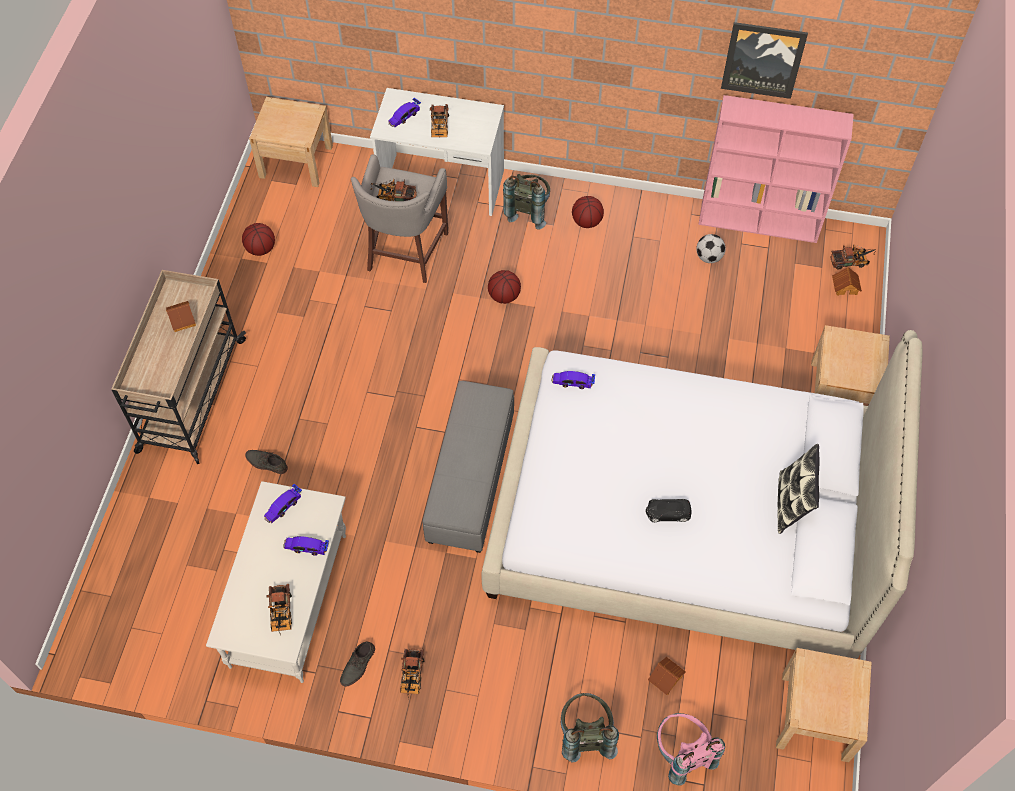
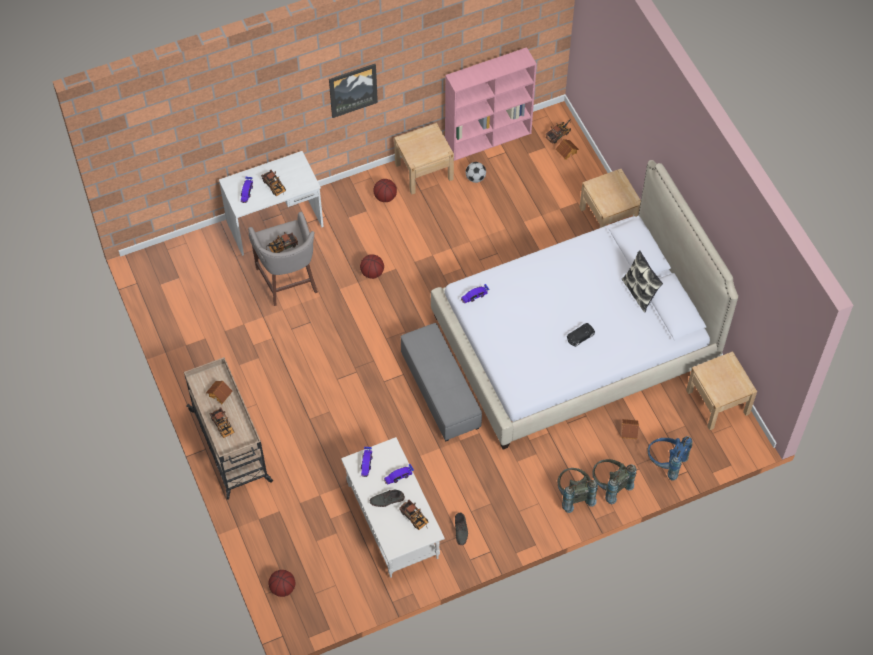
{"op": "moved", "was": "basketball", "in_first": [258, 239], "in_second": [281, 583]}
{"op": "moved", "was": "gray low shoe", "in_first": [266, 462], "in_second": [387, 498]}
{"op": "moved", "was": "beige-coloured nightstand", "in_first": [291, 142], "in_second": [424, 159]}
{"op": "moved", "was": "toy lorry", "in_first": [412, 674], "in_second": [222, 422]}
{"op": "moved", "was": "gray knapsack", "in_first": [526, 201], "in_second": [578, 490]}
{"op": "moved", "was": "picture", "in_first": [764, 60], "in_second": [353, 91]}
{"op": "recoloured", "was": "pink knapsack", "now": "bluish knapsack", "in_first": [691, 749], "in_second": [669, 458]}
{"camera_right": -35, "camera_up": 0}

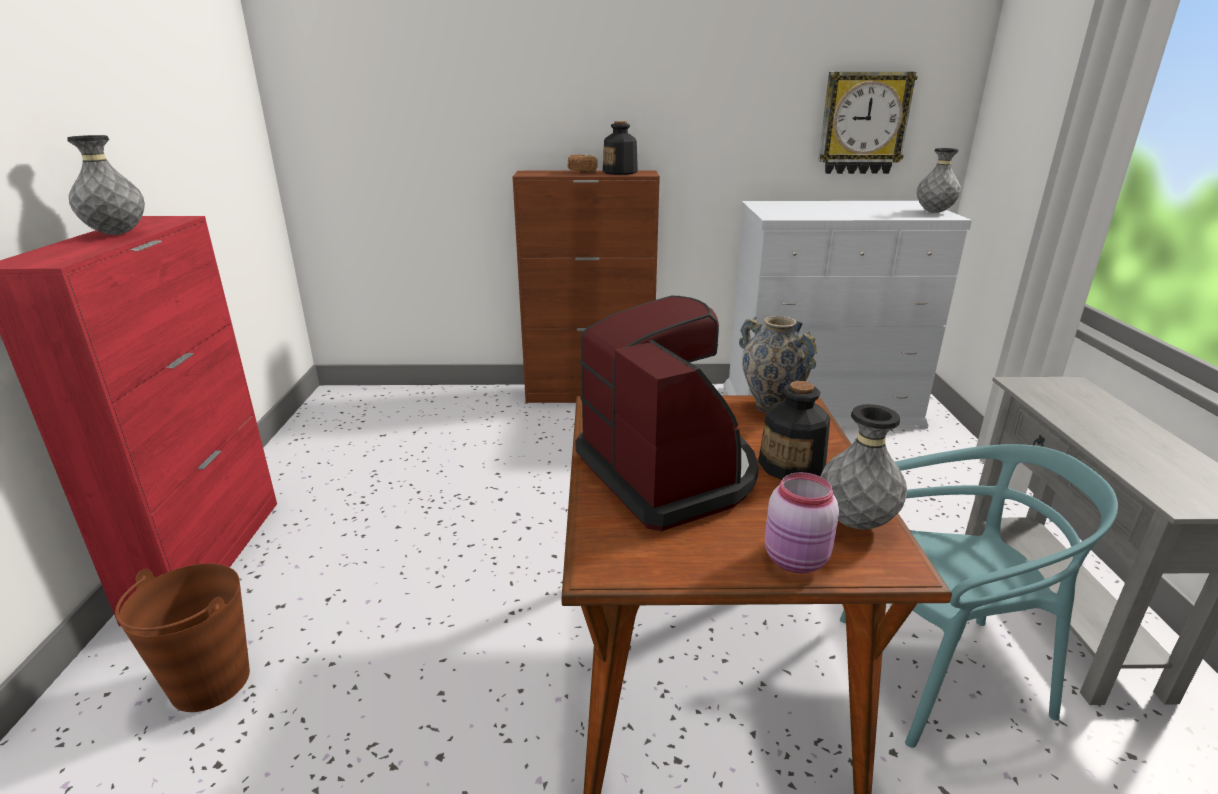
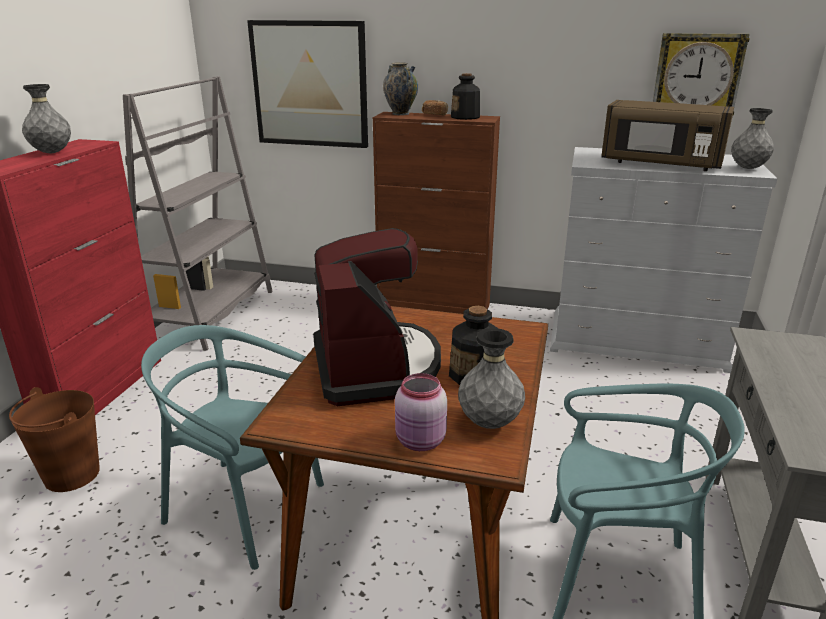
{"op": "added", "now": "gray bookshelf", "in_second": [198, 213]}
{"op": "added", "now": "blue-green plain chair", "in_second": [232, 447]}
{"op": "added", "now": "picture", "in_second": [307, 84]}
{"op": "added", "now": "brown-coloured kitchen microwave", "in_second": [668, 135]}
{"op": "moved", "was": "decorative vase", "in_first": [778, 364], "in_second": [400, 88]}
{"camera_right": 15, "camera_up": 0}

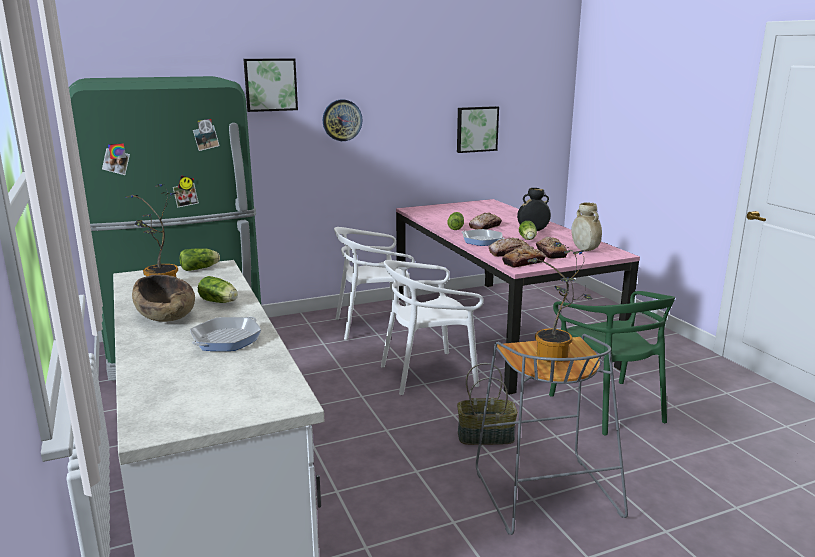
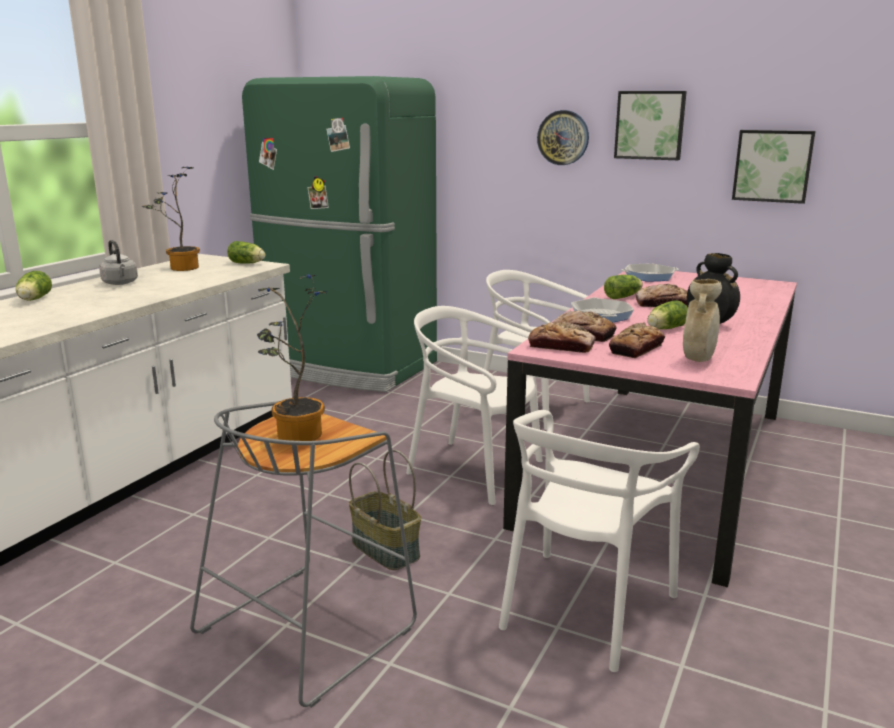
{"op": "moved", "was": "frying pan", "in_first": [225, 334], "in_second": [650, 272]}
{"op": "moved", "was": "lettuce head", "in_first": [218, 289], "in_second": [34, 286]}
{"op": "moved", "was": "picture", "in_first": [270, 85], "in_second": [650, 125]}
{"op": "replaced", "was": "brown-coloured deep dish", "now": "gray tea kettle", "in_first": [163, 298], "in_second": [118, 262]}
{"op": "recoloured", "was": "greenish plain chair", "now": "whitish plain chair", "in_first": [612, 363], "in_second": [599, 541]}
{"camera_right": 50, "camera_up": 0}

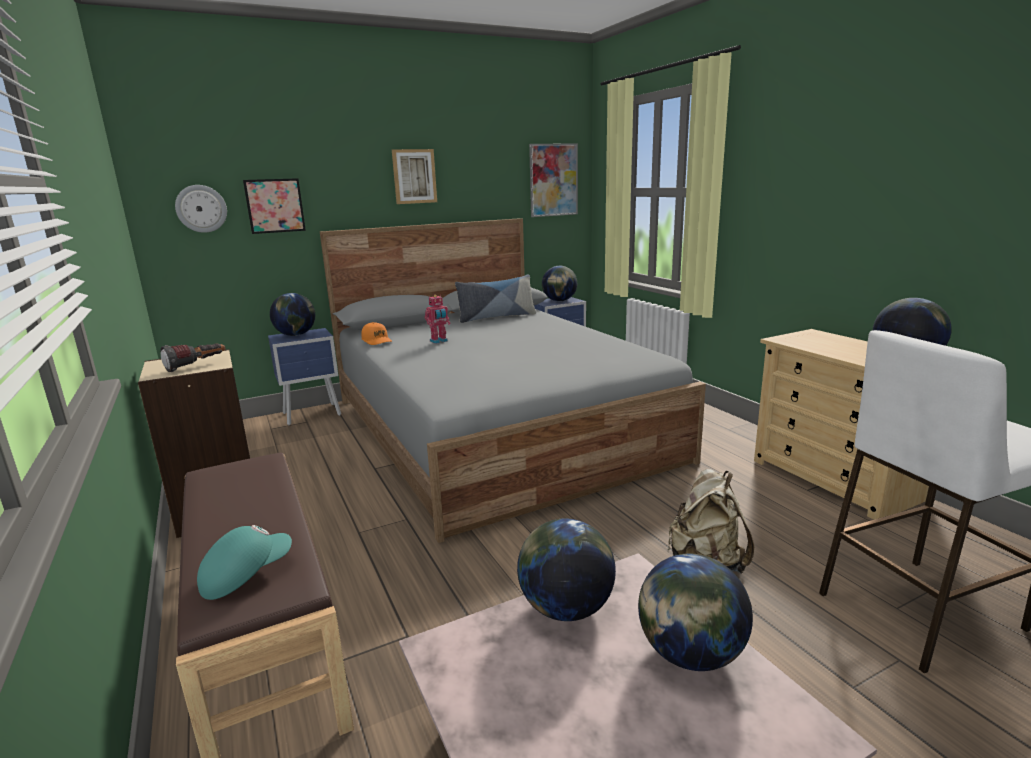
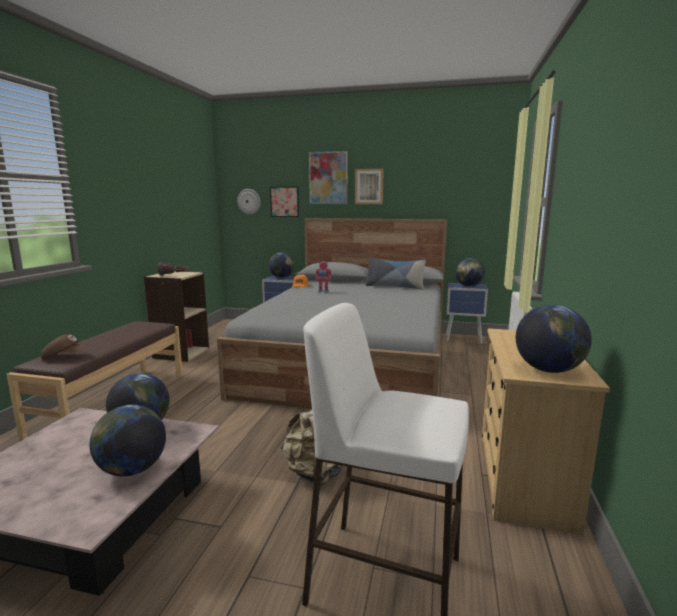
{"op": "moved", "was": "picture", "in_first": [553, 180], "in_second": [328, 177]}
{"op": "recoloured", "was": "blue-green baseball cap", "now": "brown-coloured baseball cap", "in_first": [244, 562], "in_second": [64, 346]}
{"camera_right": 40, "camera_up": -5}

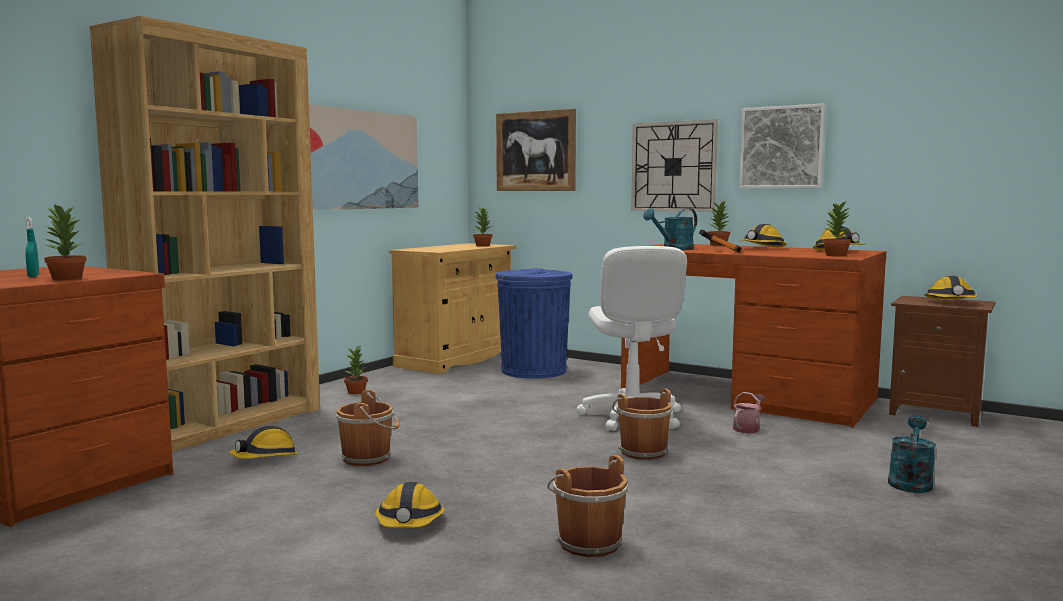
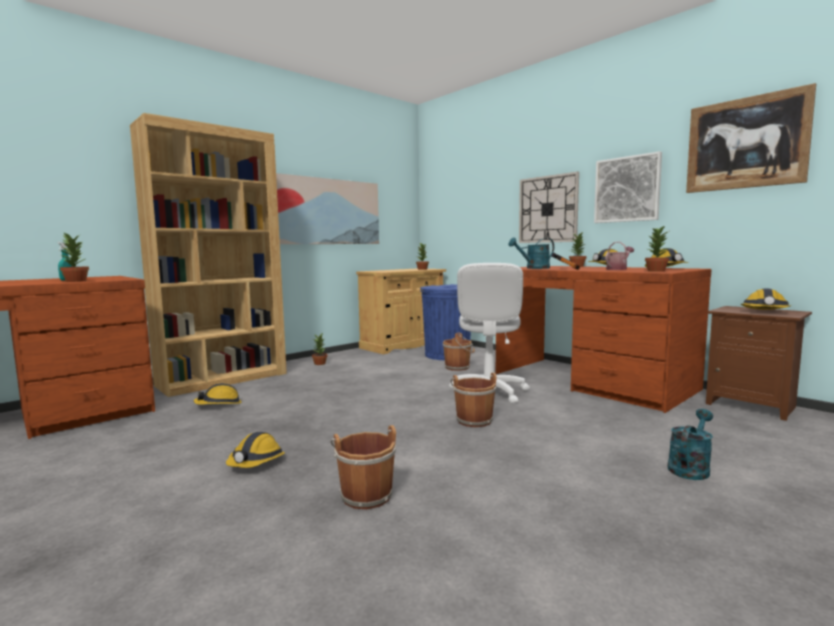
{"op": "moved", "was": "brown-coloured bucket", "in_first": [368, 428], "in_second": [459, 352]}
{"op": "moved", "was": "picture", "in_first": [536, 150], "in_second": [751, 138]}
{"op": "moved", "was": "watering pot", "in_first": [749, 412], "in_second": [619, 256]}
{"camera_right": 15, "camera_up": 0}

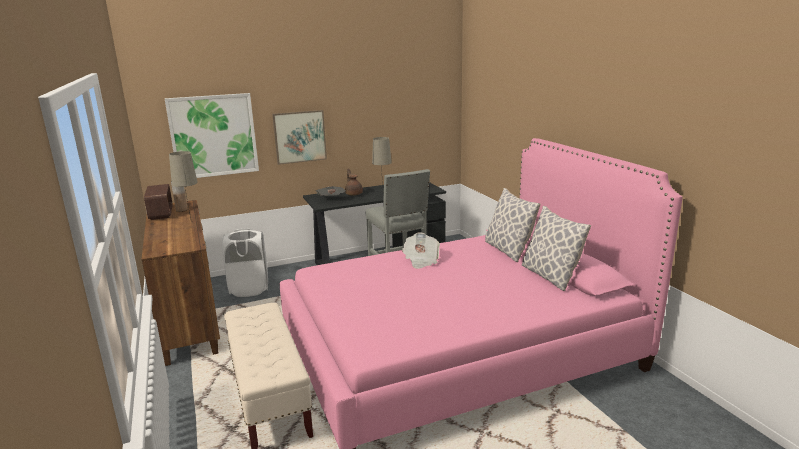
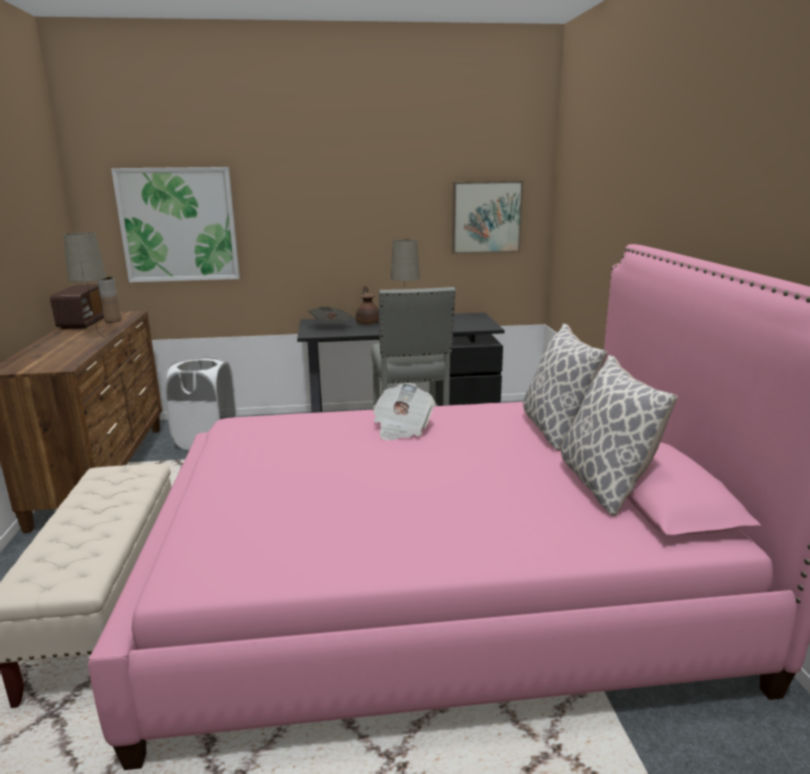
{"op": "moved", "was": "picture", "in_first": [299, 137], "in_second": [487, 217]}
{"camera_right": 15, "camera_up": 0}

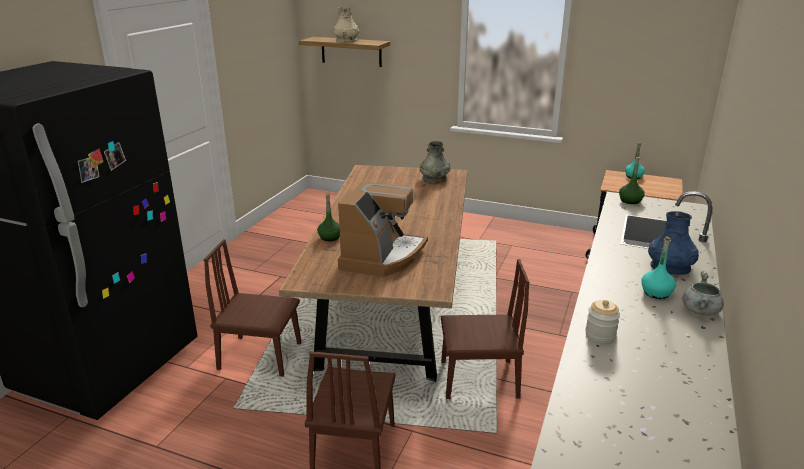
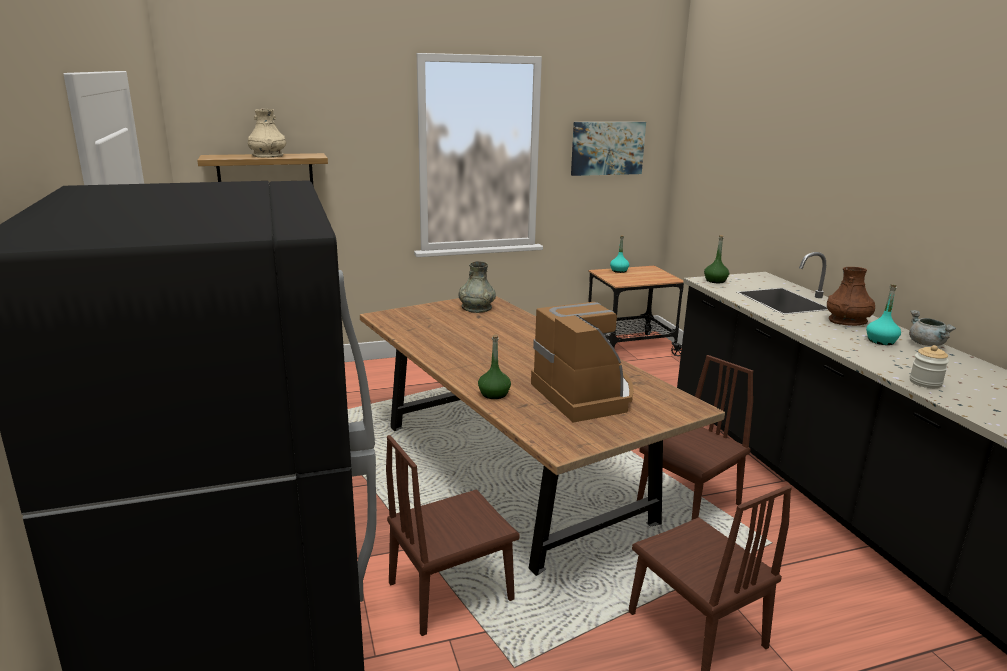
{"op": "added", "now": "picture", "in_second": [608, 149]}
{"op": "recoloured", "was": "bluish decorative vase", "now": "brown-coloured decorative vase", "in_first": [673, 243], "in_second": [851, 296]}
{"camera_right": -40, "camera_up": -5}

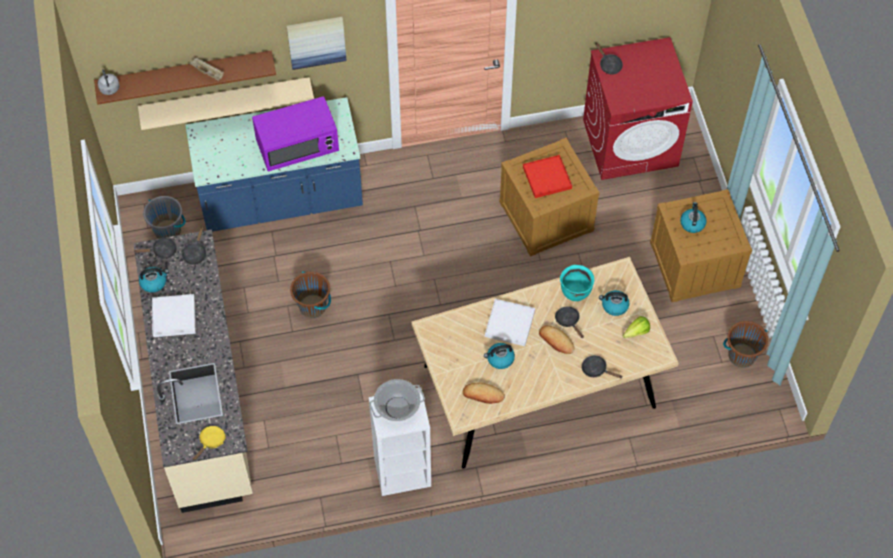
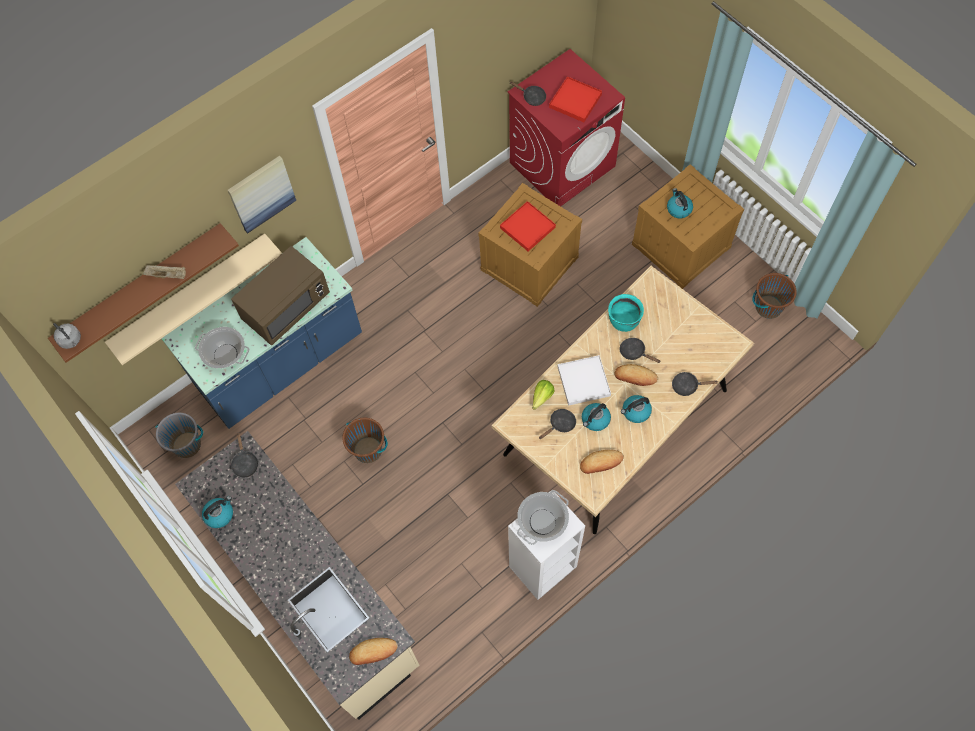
{"op": "removed", "was": "whitish serving tray", "in_first": [174, 315]}
{"op": "added", "now": "saucepot", "in_second": [222, 347]}
{"op": "added", "now": "red serving tray", "in_second": [575, 99]}
{"op": "moved", "was": "black frying pan", "in_first": [155, 248], "in_second": [557, 424]}
{"op": "moved", "was": "tea kettle", "in_first": [614, 303], "in_second": [636, 409]}
{"op": "moved", "was": "lettuce head", "in_first": [636, 327], "in_second": [543, 395]}
{"op": "replaced", "was": "yellowish frying pan", "now": "bakery bread", "in_first": [209, 443], "in_second": [373, 651]}
{"op": "recoloured", "was": "purple kitchen microwave", "now": "brown-coloured kitchen microwave", "in_first": [295, 133], "in_second": [280, 295]}
{"camera_right": -25, "camera_up": 5}

